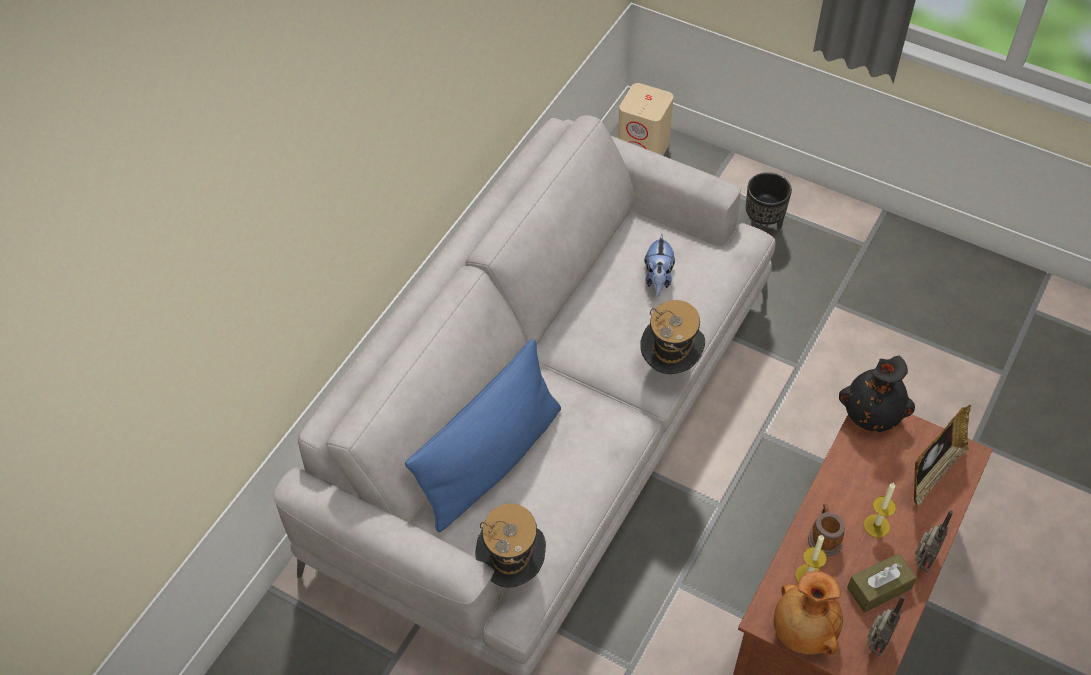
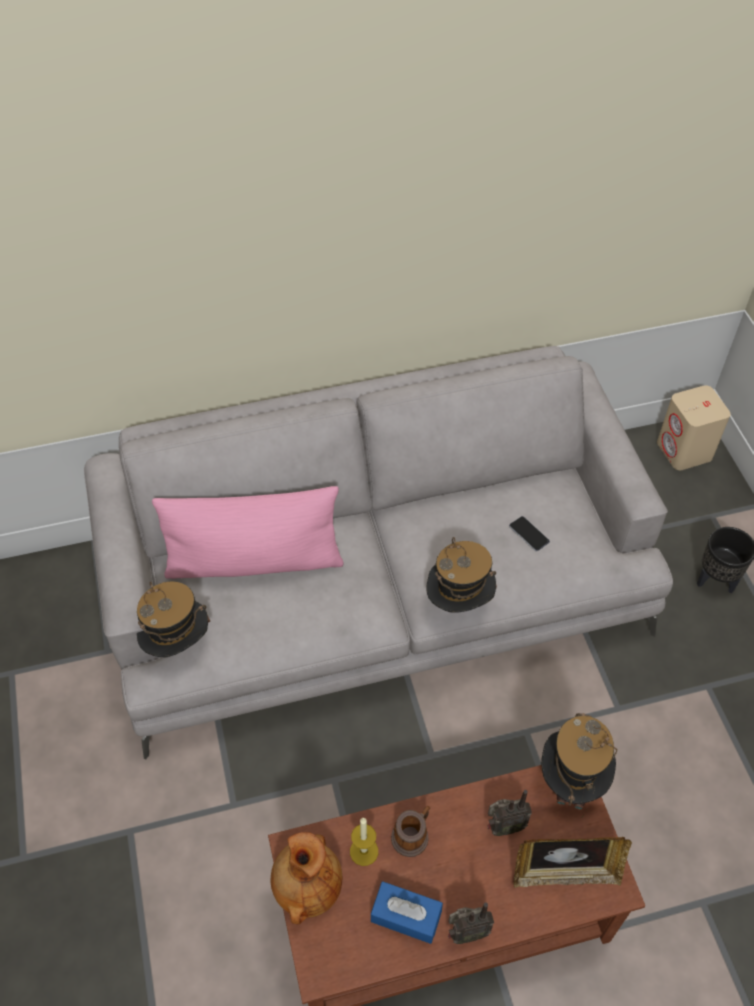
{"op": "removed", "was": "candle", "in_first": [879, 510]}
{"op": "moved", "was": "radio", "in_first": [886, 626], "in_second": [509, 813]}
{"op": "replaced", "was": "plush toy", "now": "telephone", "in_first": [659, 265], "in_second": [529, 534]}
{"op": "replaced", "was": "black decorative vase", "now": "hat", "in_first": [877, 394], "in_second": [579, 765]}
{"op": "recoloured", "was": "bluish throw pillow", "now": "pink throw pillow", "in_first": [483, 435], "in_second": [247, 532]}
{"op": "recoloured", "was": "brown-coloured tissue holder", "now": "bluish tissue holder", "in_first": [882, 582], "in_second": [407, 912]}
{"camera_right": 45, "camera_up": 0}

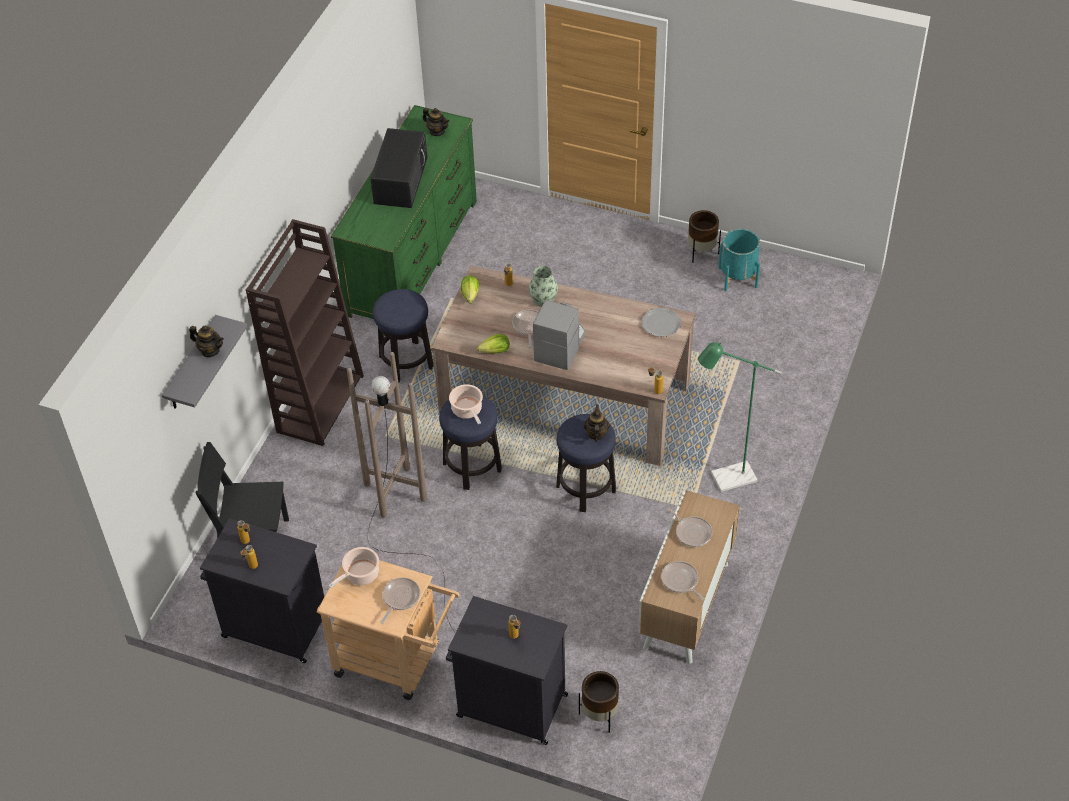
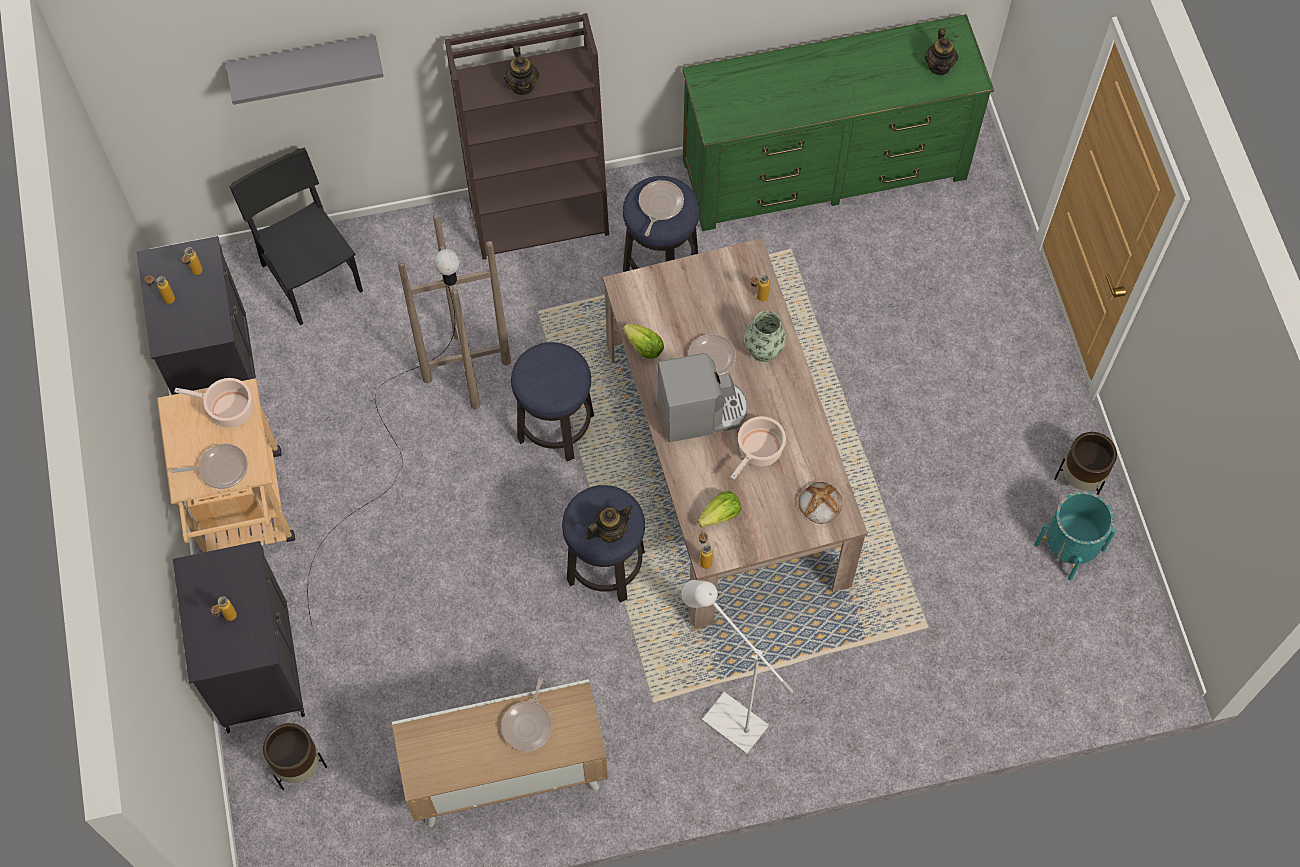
{"op": "removed", "was": "black kitchen microwave", "in_first": [398, 168]}
{"op": "moved", "was": "pot for tea", "in_first": [206, 341], "in_second": [521, 70]}
{"op": "moved", "was": "saucepot", "in_first": [466, 404], "in_second": [758, 448]}
{"op": "moved", "was": "lettuce head", "in_first": [470, 289], "in_second": [719, 509]}
{"op": "moved", "was": "frying pan", "in_first": [683, 581], "in_second": [661, 208]}
{"op": "replaced", "was": "flat dish", "now": "bakery bread", "in_first": [661, 322], "in_second": [820, 503]}
{"op": "recoloured", "was": "greenish floor lamp", "now": "whitish floor lamp", "in_first": [740, 417], "in_second": [737, 667]}
{"camera_right": 55, "camera_up": 15}

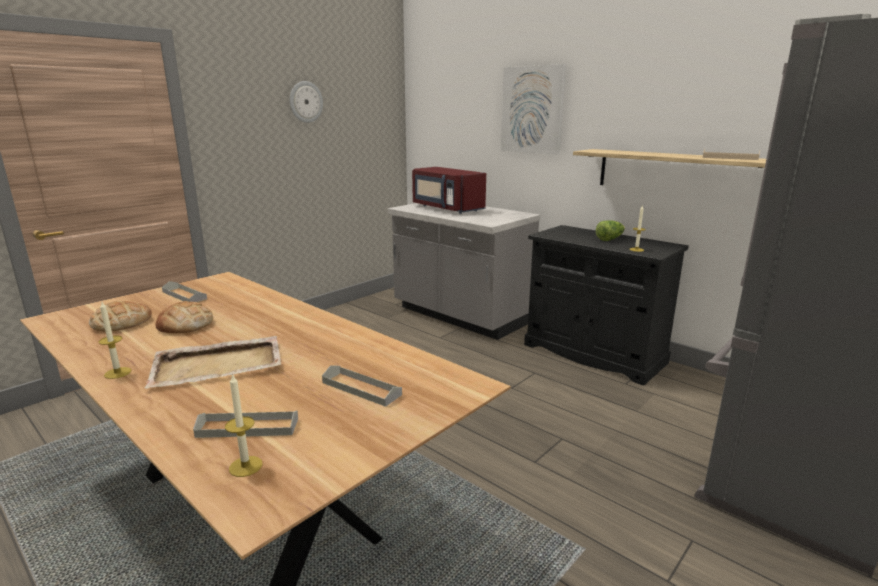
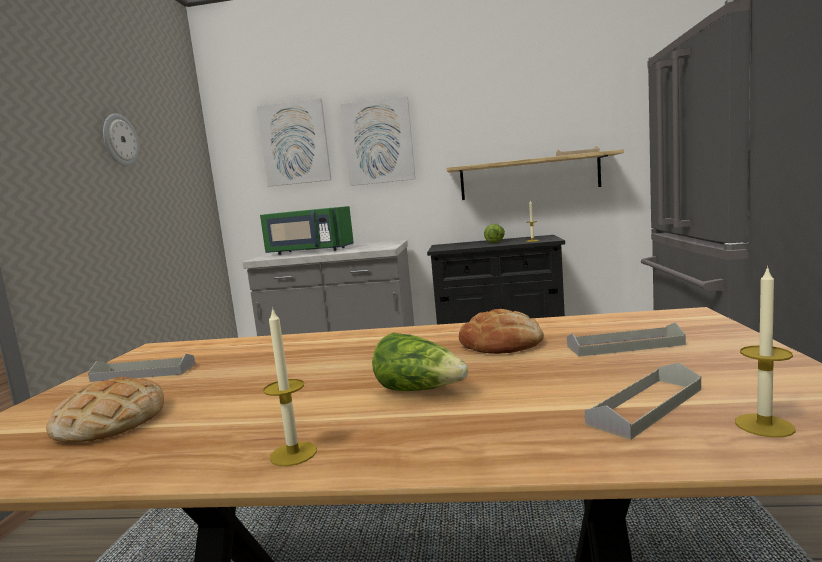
{"op": "added", "now": "picture", "in_second": [294, 142]}
{"op": "moved", "was": "bakery bread", "in_first": [184, 317], "in_second": [501, 331]}
{"op": "replaced", "was": "beige-coloured serving tray", "now": "lettuce head", "in_first": [212, 362], "in_second": [420, 362]}
{"op": "recoloured", "was": "red kitchen microwave", "now": "greenish kitchen microwave", "in_first": [449, 190], "in_second": [307, 230]}
{"camera_right": -35, "camera_up": -10}

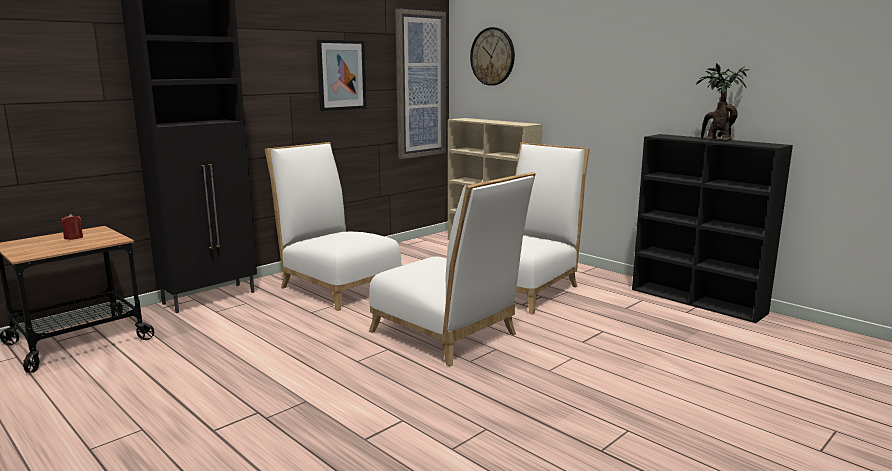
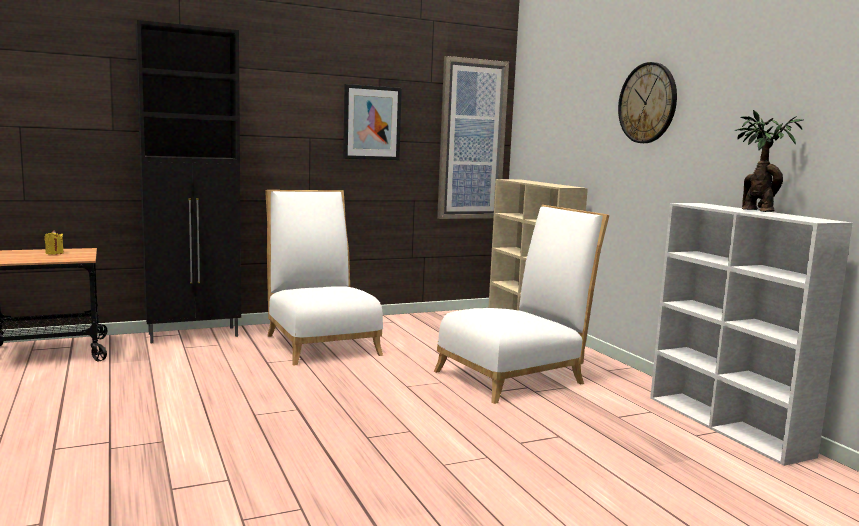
{"op": "removed", "was": "whitish plain chair", "in_first": [452, 269]}
{"op": "moved", "was": "wall clock", "in_first": [492, 56], "in_second": [647, 102]}
{"op": "recoloured", "was": "red candle", "now": "yellowish candle", "in_first": [72, 227], "in_second": [53, 242]}
{"op": "recoloured", "was": "black bookshelf", "now": "whitish bookshelf", "in_first": [712, 228], "in_second": [751, 334]}
{"camera_right": 20, "camera_up": -5}

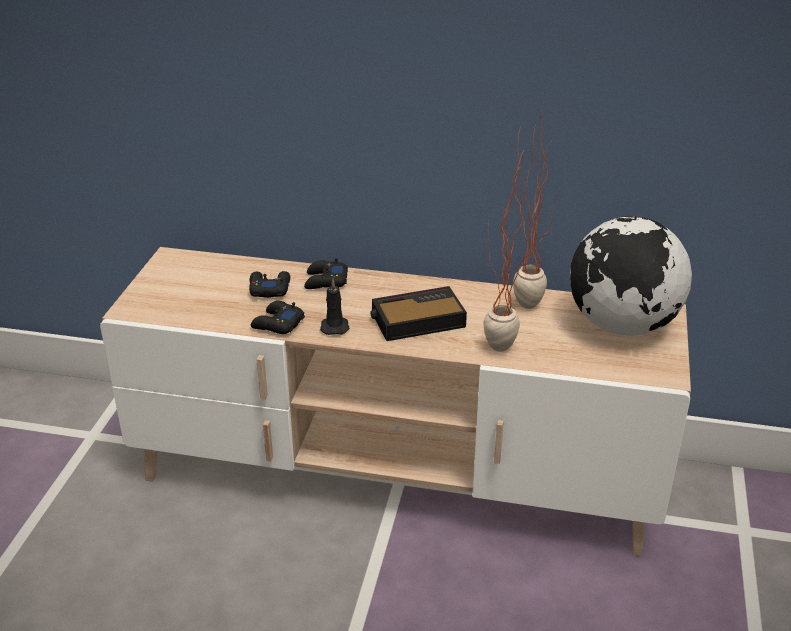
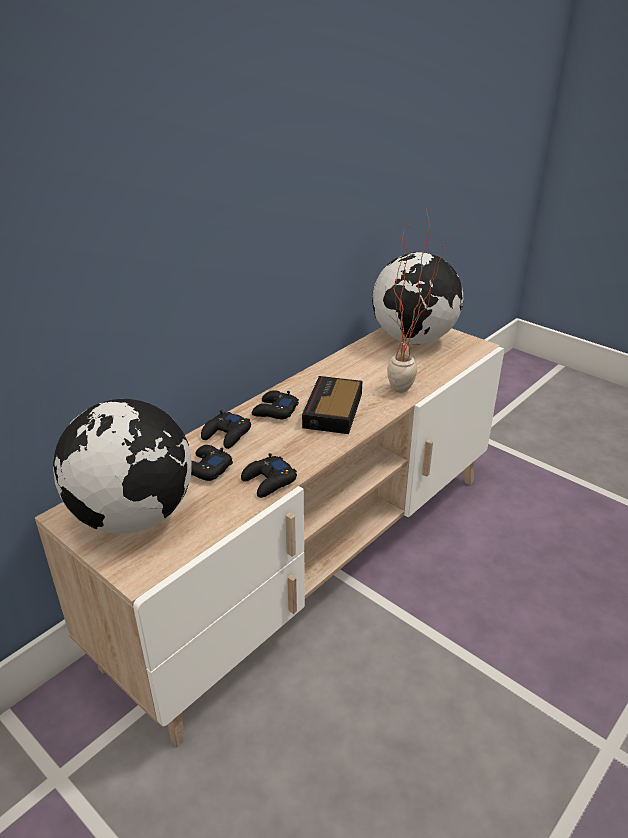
{"op": "removed", "was": "black candle", "in_first": [335, 307]}
{"op": "removed", "was": "plant in a pot", "in_first": [535, 209]}
{"op": "added", "now": "world globe", "in_second": [122, 466]}
{"op": "added", "now": "black joypad", "in_second": [275, 404]}
{"camera_right": -60, "camera_up": 0}

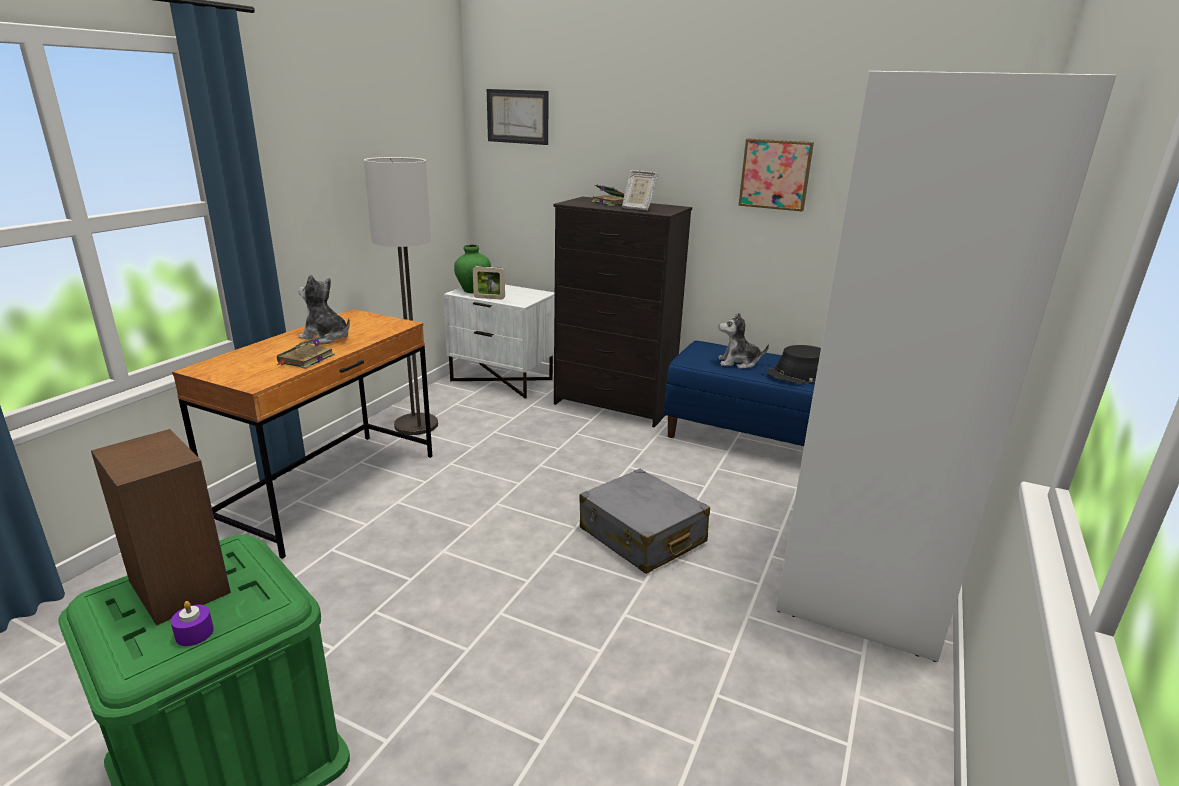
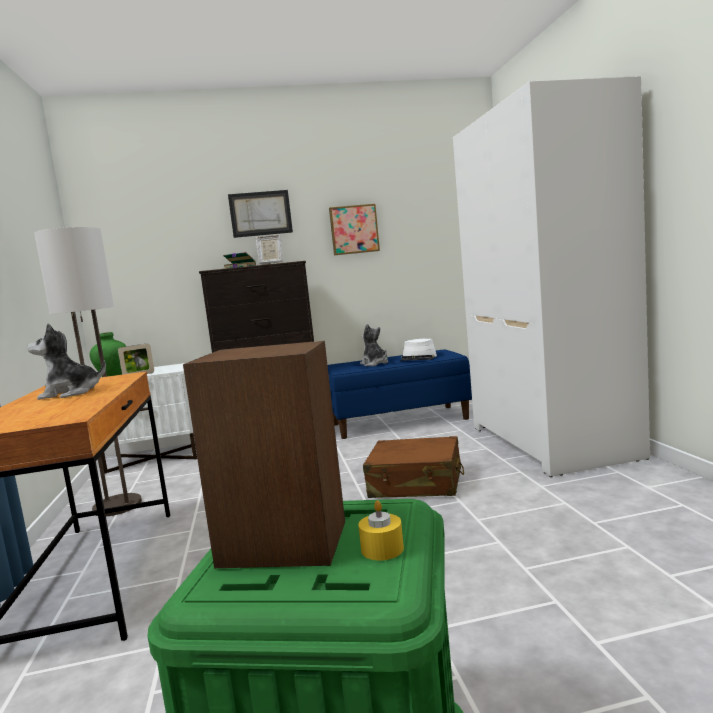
{"op": "removed", "was": "volume", "in_first": [305, 351]}
{"op": "moved", "was": "picture", "in_first": [518, 117], "in_second": [260, 214]}
{"op": "recoloured", "was": "purple candle", "now": "yellowish candle", "in_first": [192, 623], "in_second": [381, 530]}
{"op": "recoloured", "was": "gray piece of luggage", "now": "brown-coloured piece of luggage", "in_first": [644, 521], "in_second": [413, 467]}
{"op": "recoloured", "was": "black hat", "now": "whitish hat", "in_first": [793, 364], "in_second": [418, 349]}
{"op": "turned", "was": "plush toy", "in_first": [743, 340], "in_second": [374, 345], "clockwise": 90}
{"camera_right": -35, "camera_up": -15}

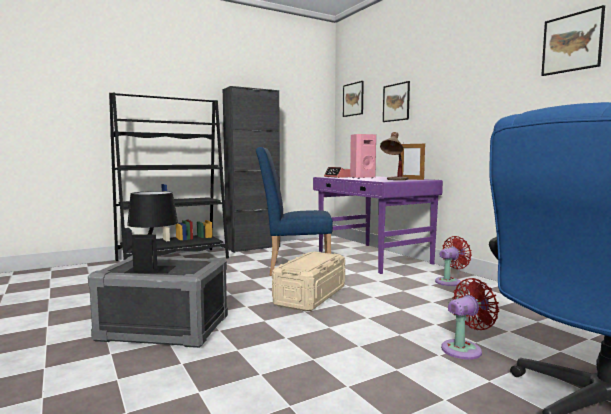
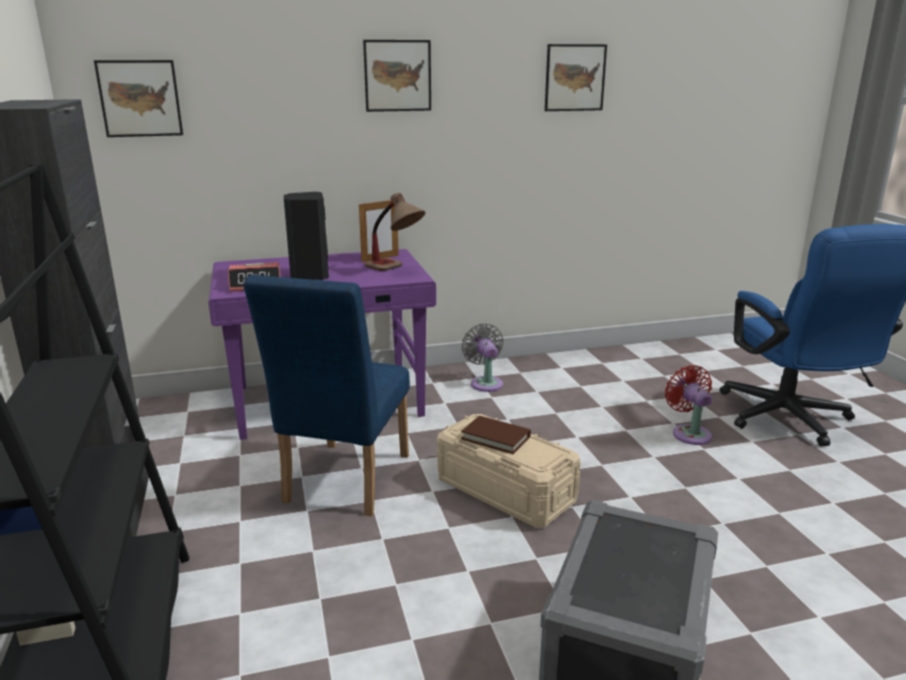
{"op": "removed", "was": "black lamp for a table", "in_first": [151, 232]}
{"op": "added", "now": "brown-coloured volume", "in_second": [496, 435]}
{"op": "moved", "was": "picture", "in_first": [396, 101], "in_second": [397, 76]}
{"op": "recoloured", "was": "pink loudspeaker", "now": "black loudspeaker", "in_first": [363, 156], "in_second": [306, 236]}
{"op": "recoloured", "was": "red electric fan", "now": "gray electric fan", "in_first": [453, 261], "in_second": [483, 358]}
{"camera_right": -75, "camera_up": 15}

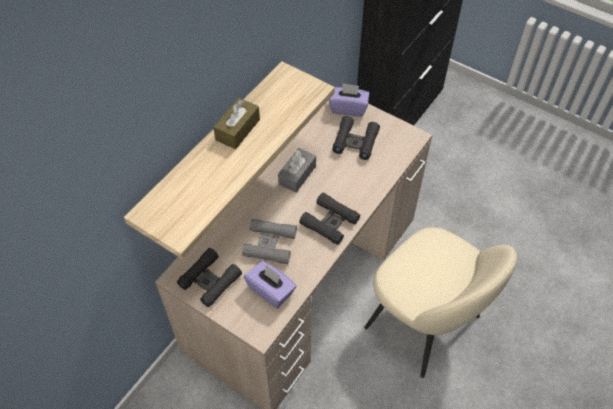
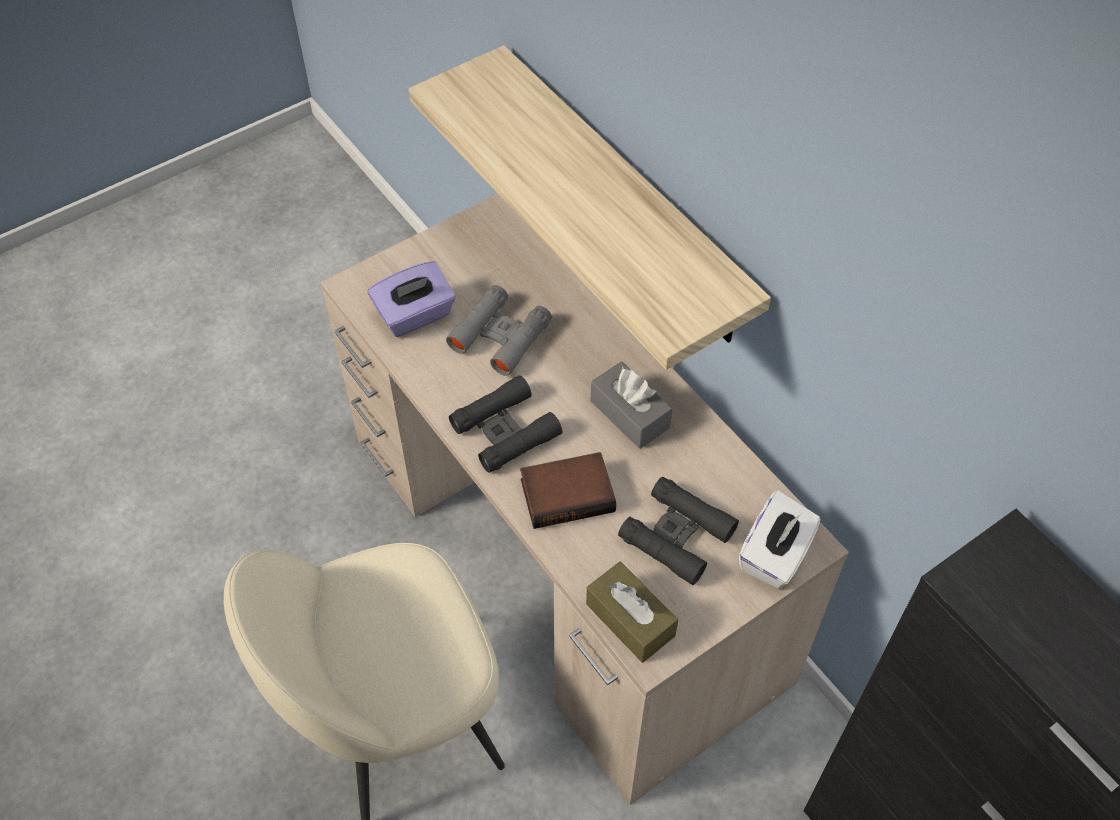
{"op": "removed", "was": "black pair of binoculars", "in_first": [209, 277]}
{"op": "added", "now": "volume", "in_second": [568, 490]}
{"op": "moved", "was": "brown-coloured tissue holder", "in_first": [236, 123], "in_second": [632, 612]}
{"op": "recoloured", "was": "purple tissue holder", "now": "whitish tissue holder", "in_first": [349, 100], "in_second": [780, 539]}
{"camera_right": 110, "camera_up": 0}

